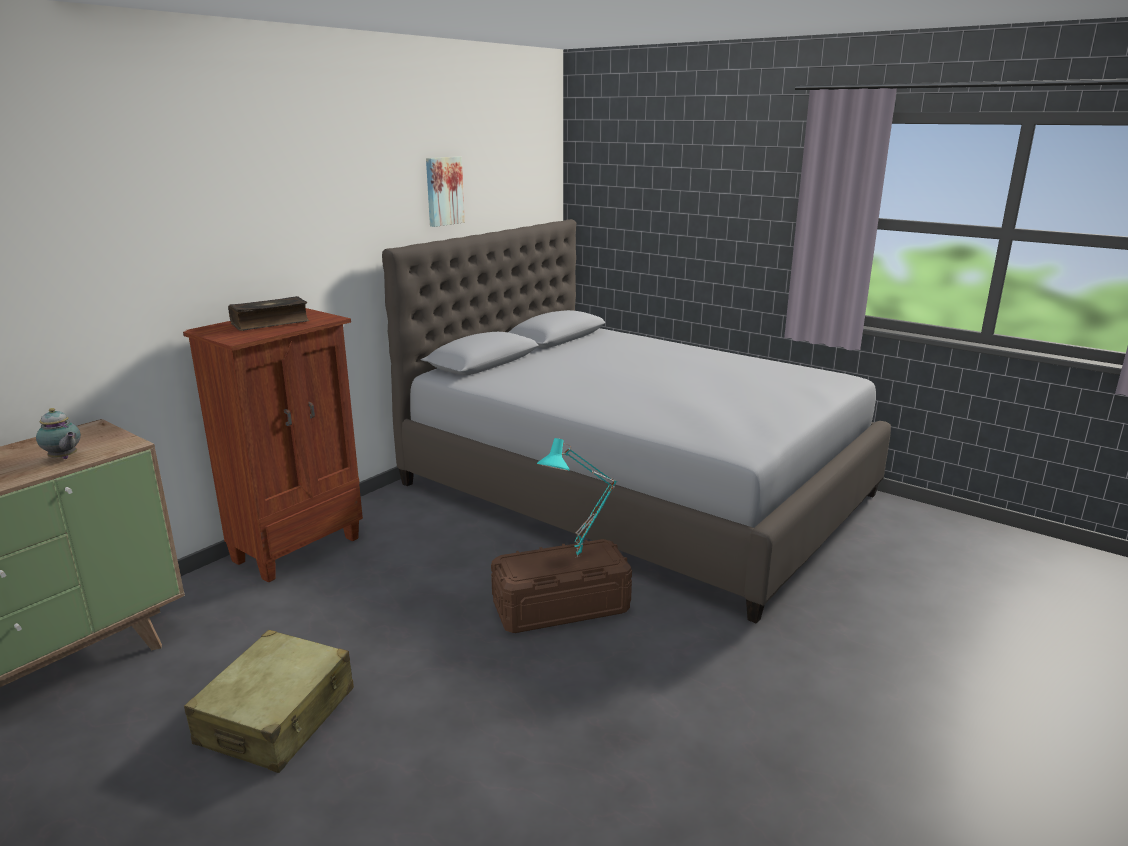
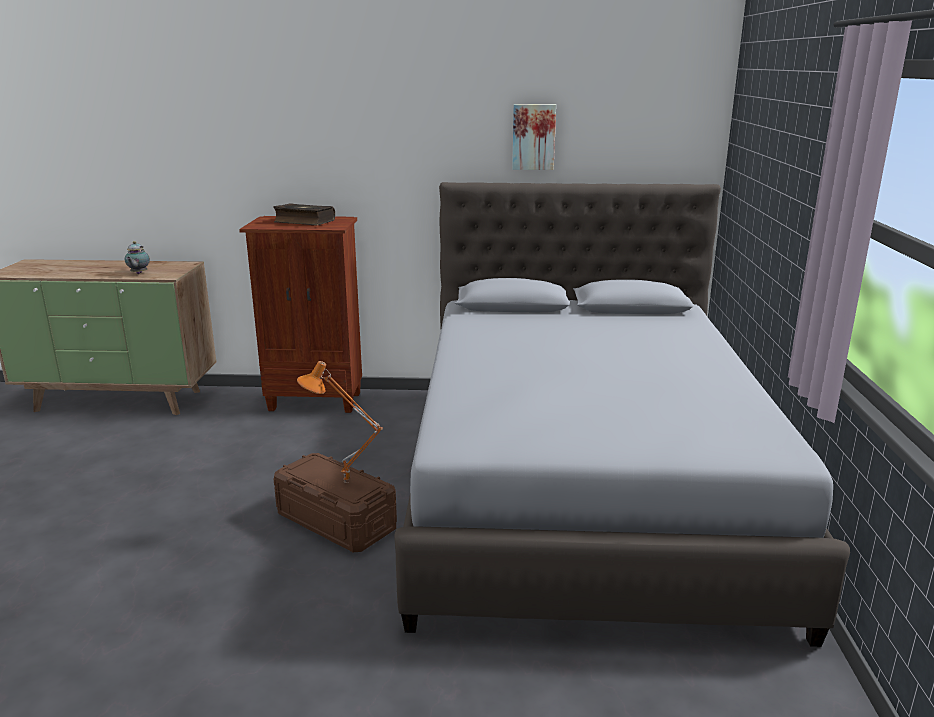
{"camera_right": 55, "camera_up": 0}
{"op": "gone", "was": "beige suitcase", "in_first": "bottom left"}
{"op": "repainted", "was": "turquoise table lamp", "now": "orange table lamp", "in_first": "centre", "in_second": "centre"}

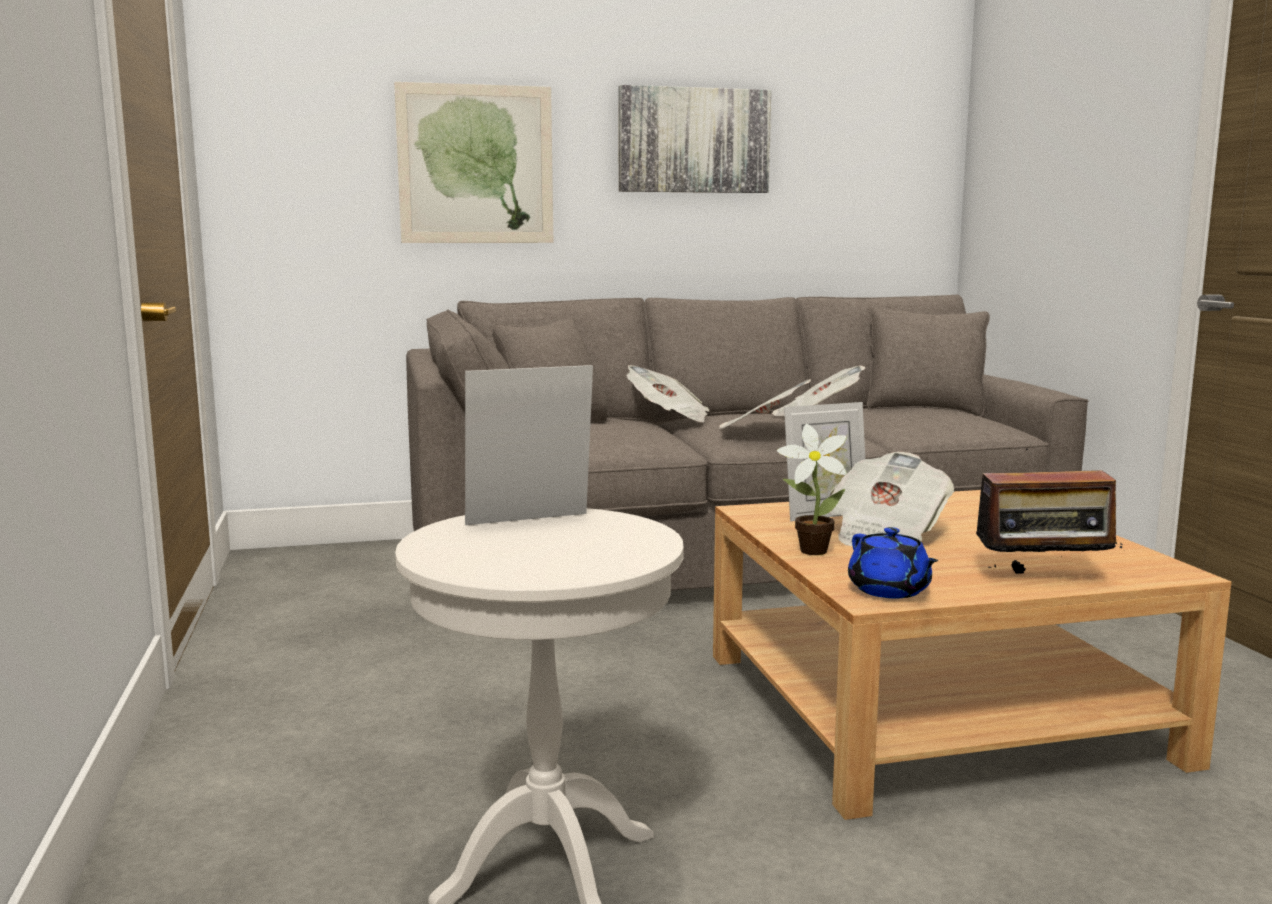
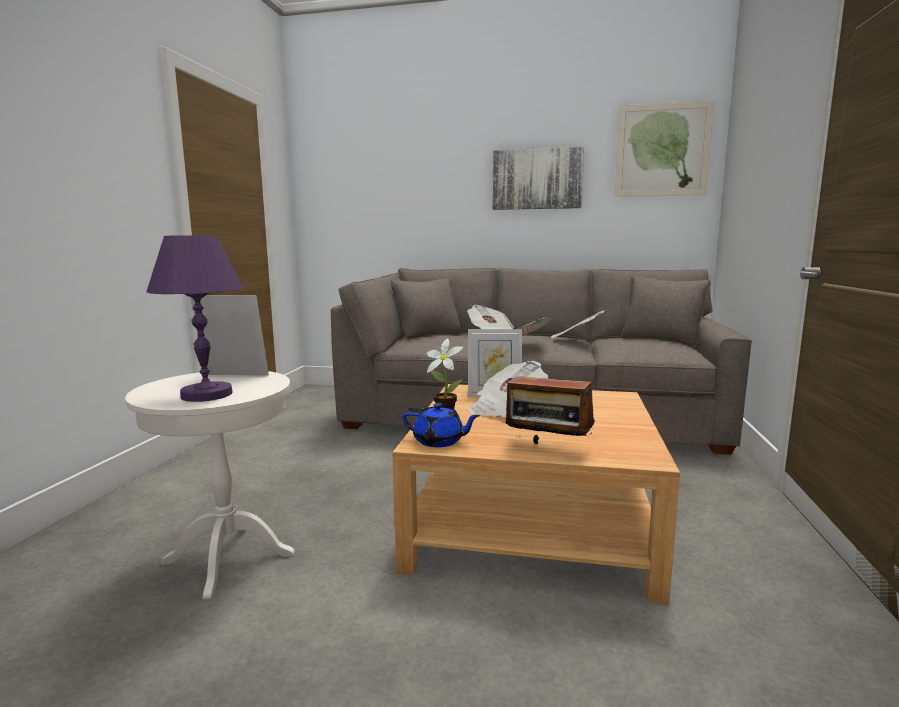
{"camera_right": 25, "camera_up": 0}
{"op": "new", "now": "purple table lamp", "in_second": "middle left"}
{"op": "shifted", "was": "picture (no. 1 from left in the first image)", "now": "picture (no. 2 from left)", "in_first": "top centre", "in_second": "top right"}
{"op": "rotated", "was": "blue teapot", "in_first": "middle right", "in_second": "centre", "clockwise": -75}

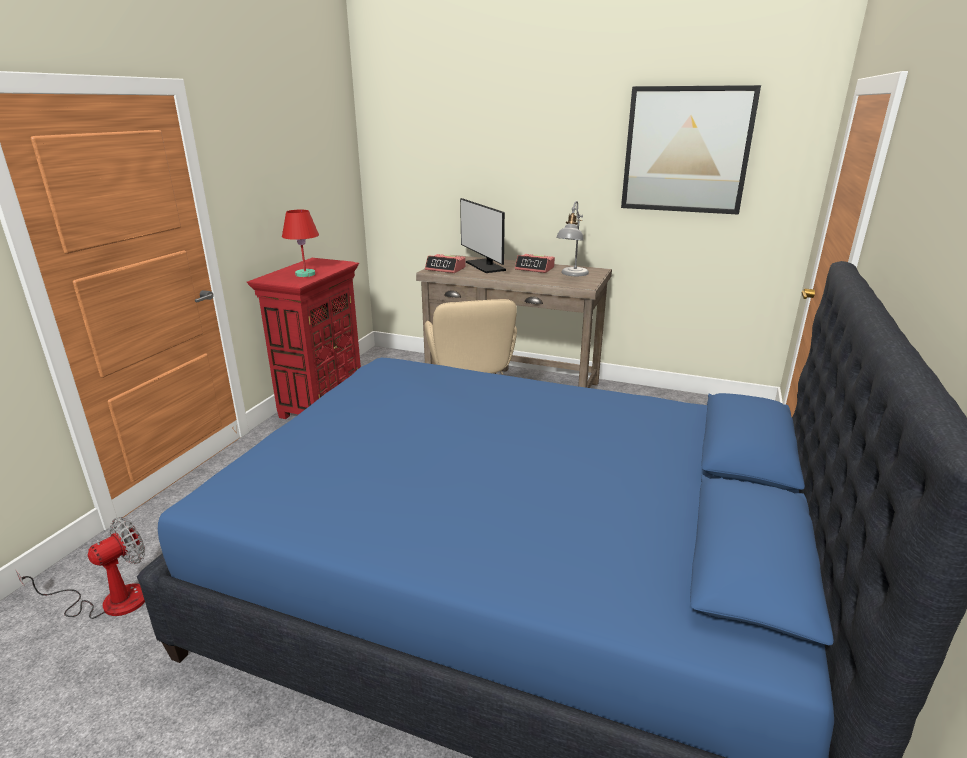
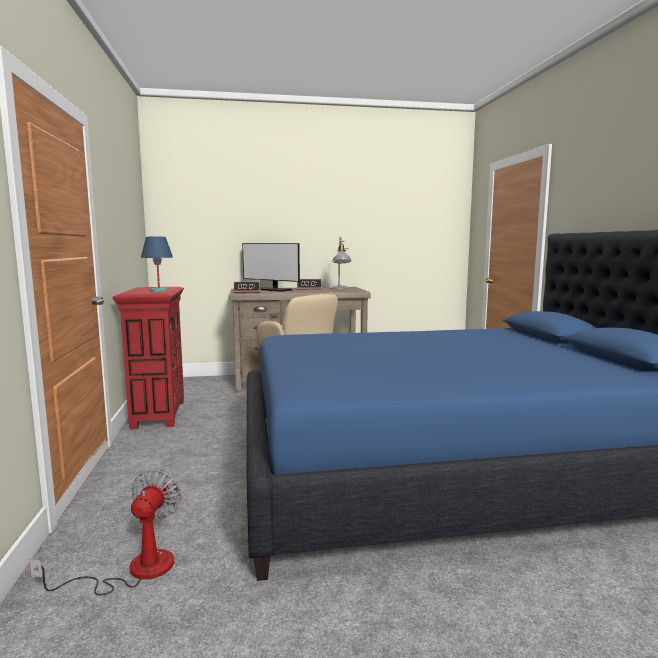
{"camera_right": -30, "camera_up": -15}
{"op": "gone", "was": "picture", "in_first": "top right"}
{"op": "repainted", "was": "red table lamp", "now": "blue table lamp", "in_first": "top left", "in_second": "middle left"}

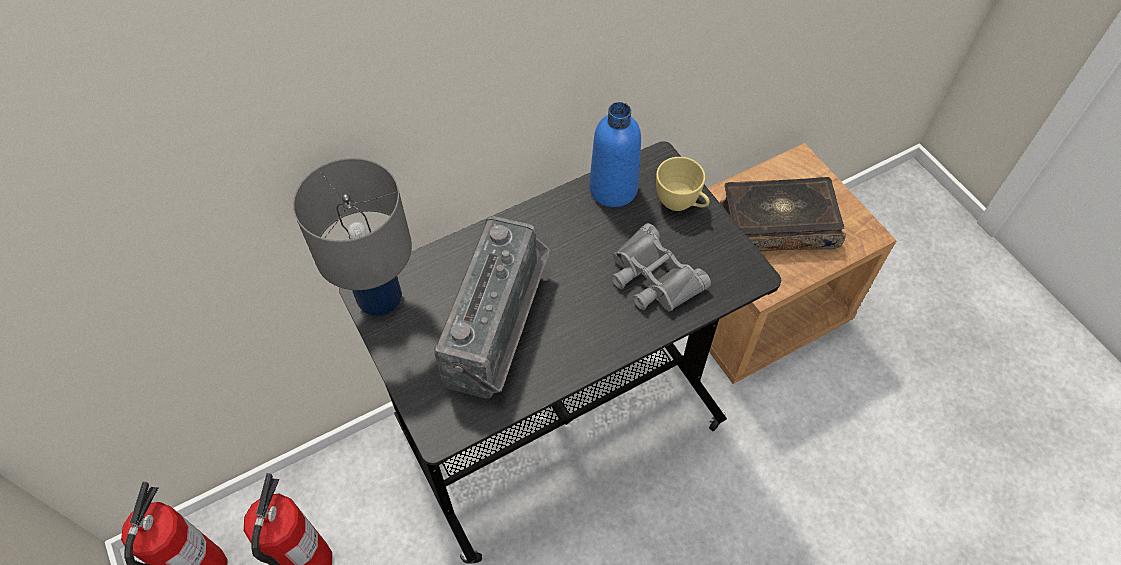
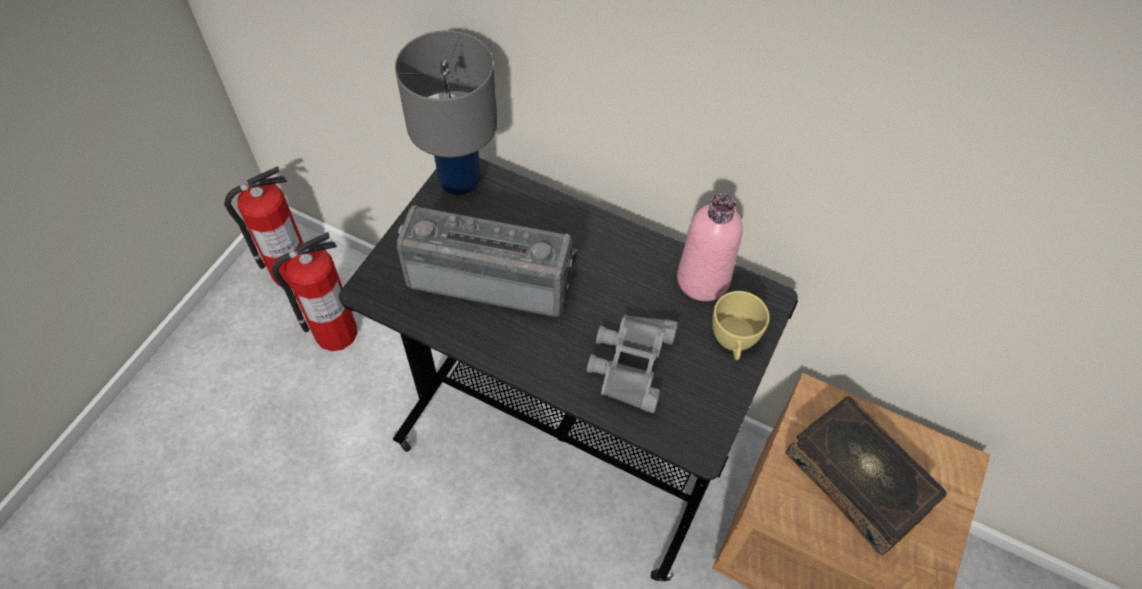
{"camera_right": 55, "camera_up": 0}
{"op": "repainted", "was": "blue bottle", "now": "pink bottle", "in_first": "top centre", "in_second": "centre"}
{"op": "rotated", "was": "radio", "in_first": "centre", "in_second": "centre", "clockwise": -150}

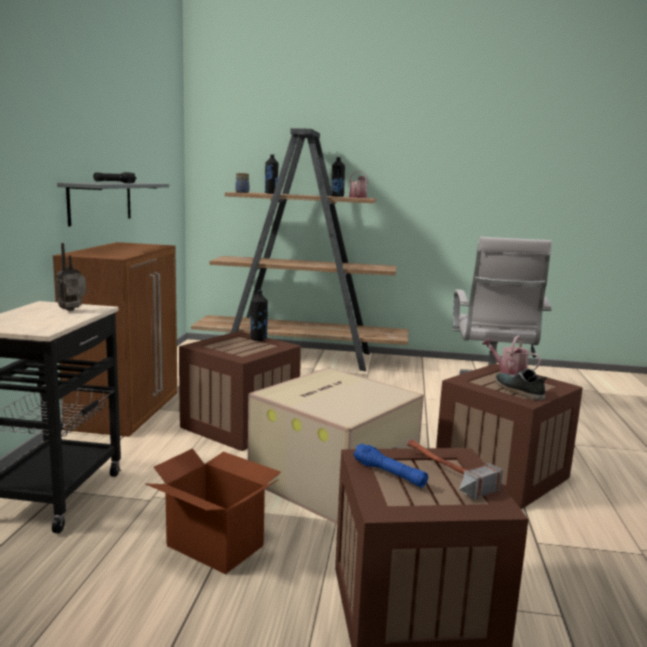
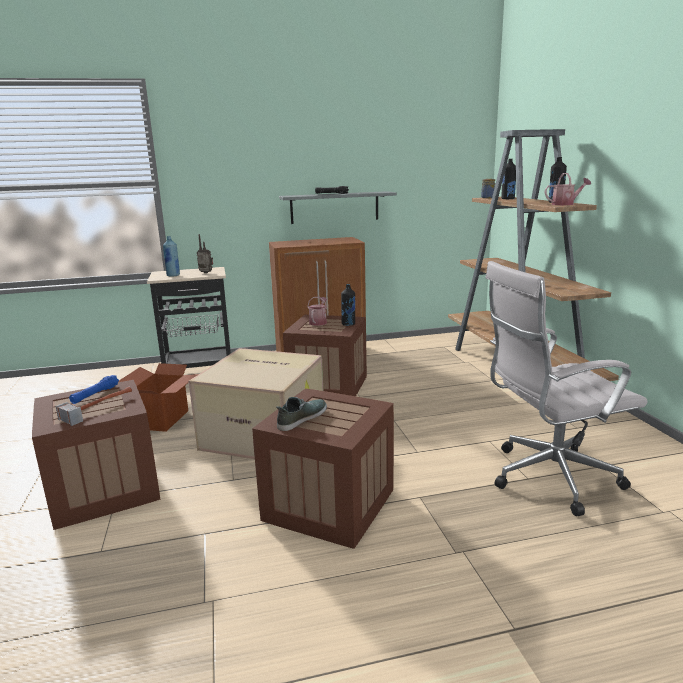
{"camera_right": 70, "camera_up": 5}
{"op": "new", "now": "blue bottle", "in_second": "middle left"}
{"op": "shifted", "was": "watering can (no. 2 from left in the first image)", "now": "watering can (no. 1 from left)", "in_first": "middle right", "in_second": "centre"}

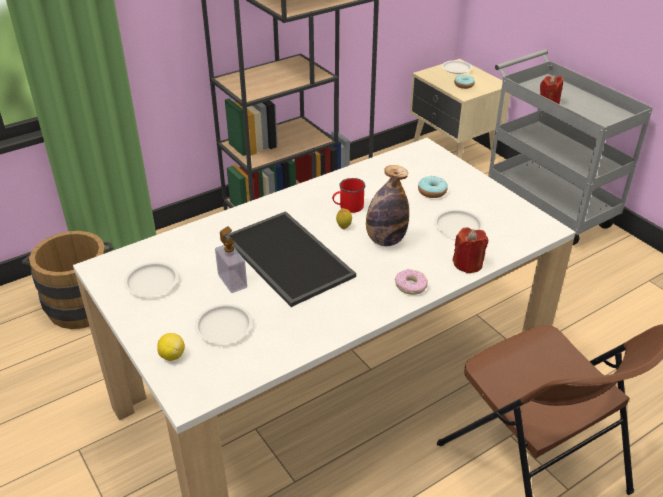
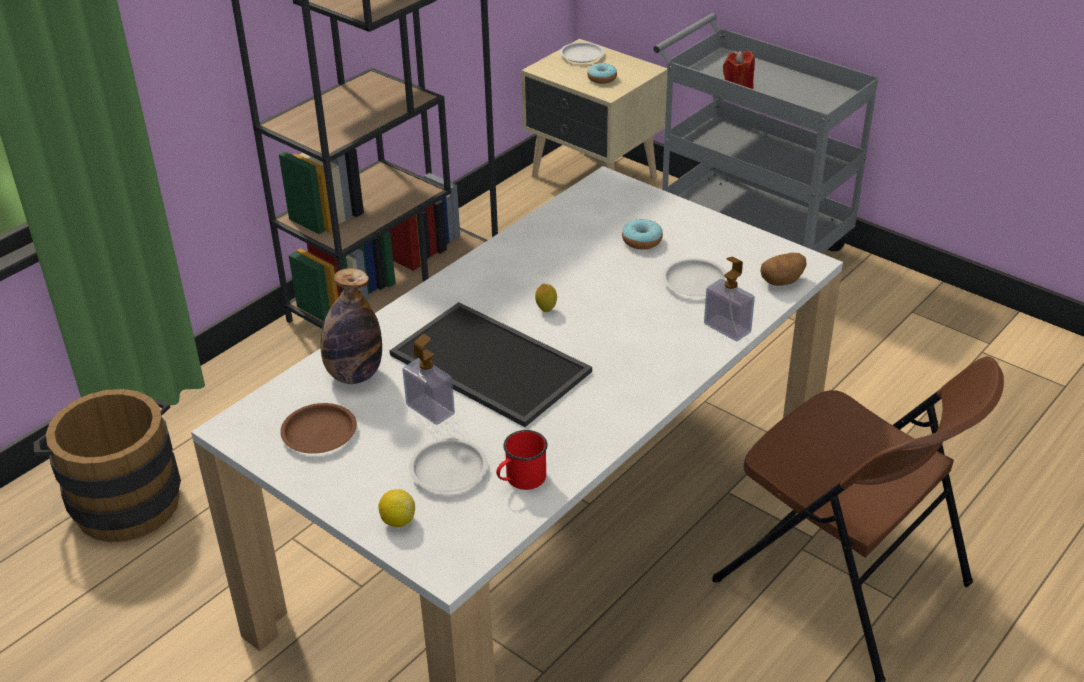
{"camera_right": -15, "camera_up": 0}
{"op": "gone", "was": "donut (no. 1 from left)", "in_first": "centre"}
{"op": "new", "now": "potato", "in_second": "middle right"}
{"op": "shifted", "was": "red mug", "in_first": "centre", "in_second": "bottom centre"}
{"op": "shifted", "was": "bottle", "in_first": "centre", "in_second": "middle left"}
{"op": "swapped", "was": "red candle (no. 1 from left)", "now": "soap dispenser (no. 2 from left)", "in_first": "middle right", "in_second": "middle right"}
{"op": "repainted", "was": "white plate (no. 1 from left)", "now": "brown plate", "in_first": "middle left", "in_second": "middle left"}

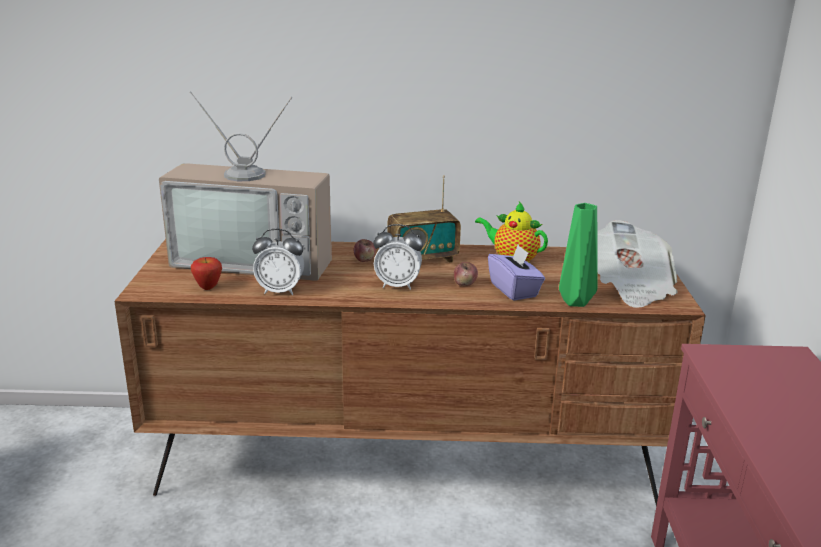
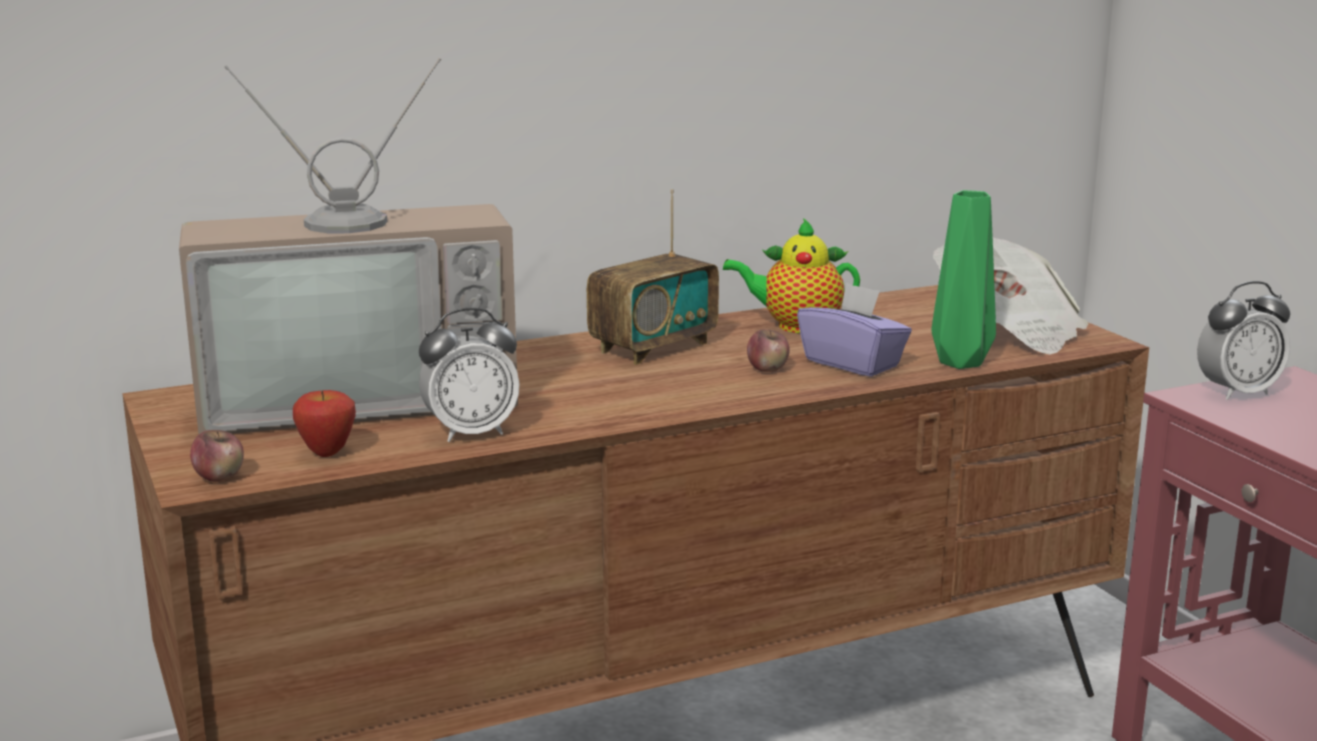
{"camera_right": -25, "camera_up": -5}
{"op": "shifted", "was": "apple (no. 2 from left in the first image)", "now": "apple (no. 1 from left)", "in_first": "centre", "in_second": "middle left"}
{"op": "shifted", "was": "alarm clock (no. 2 from left)", "in_first": "centre", "in_second": "middle right"}

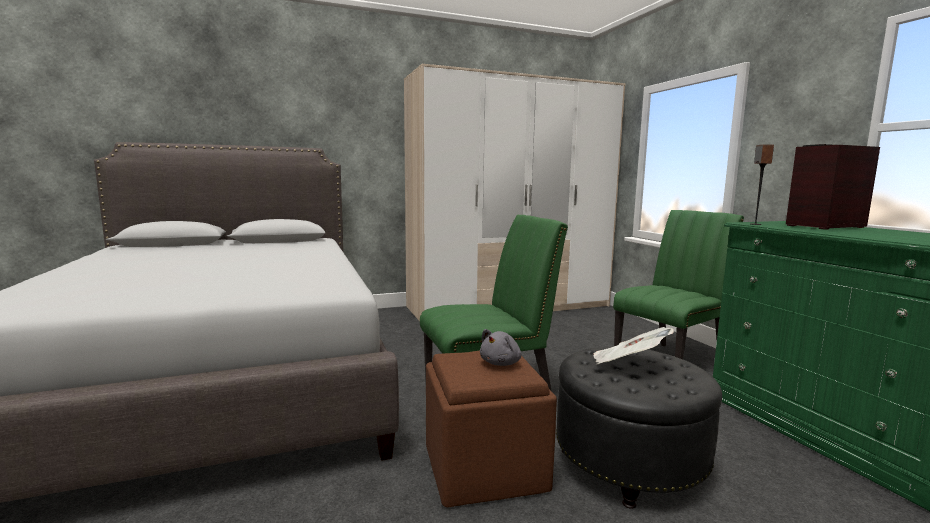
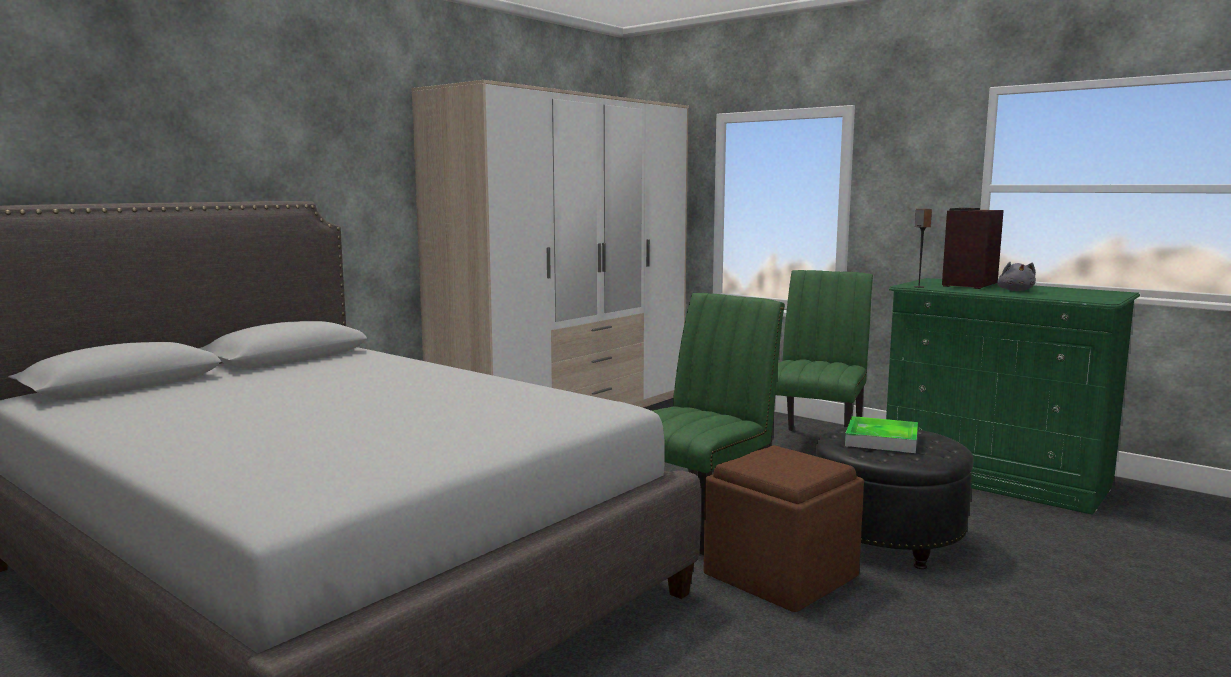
{"camera_right": -30, "camera_up": 0}
{"op": "shifted", "was": "grey plush toy", "in_first": "centre", "in_second": "middle right"}
{"op": "swapped", "was": "newspaper", "now": "tray", "in_first": "middle right", "in_second": "middle right"}

